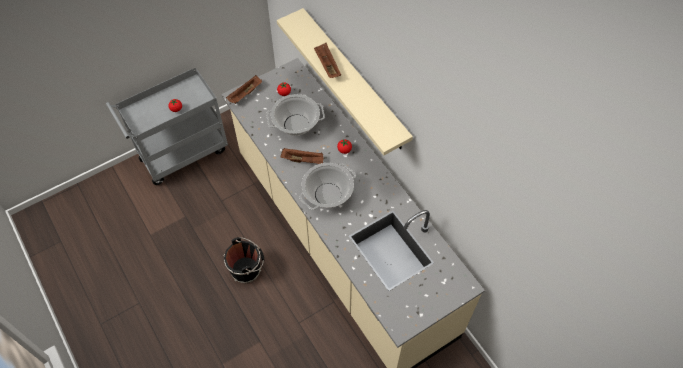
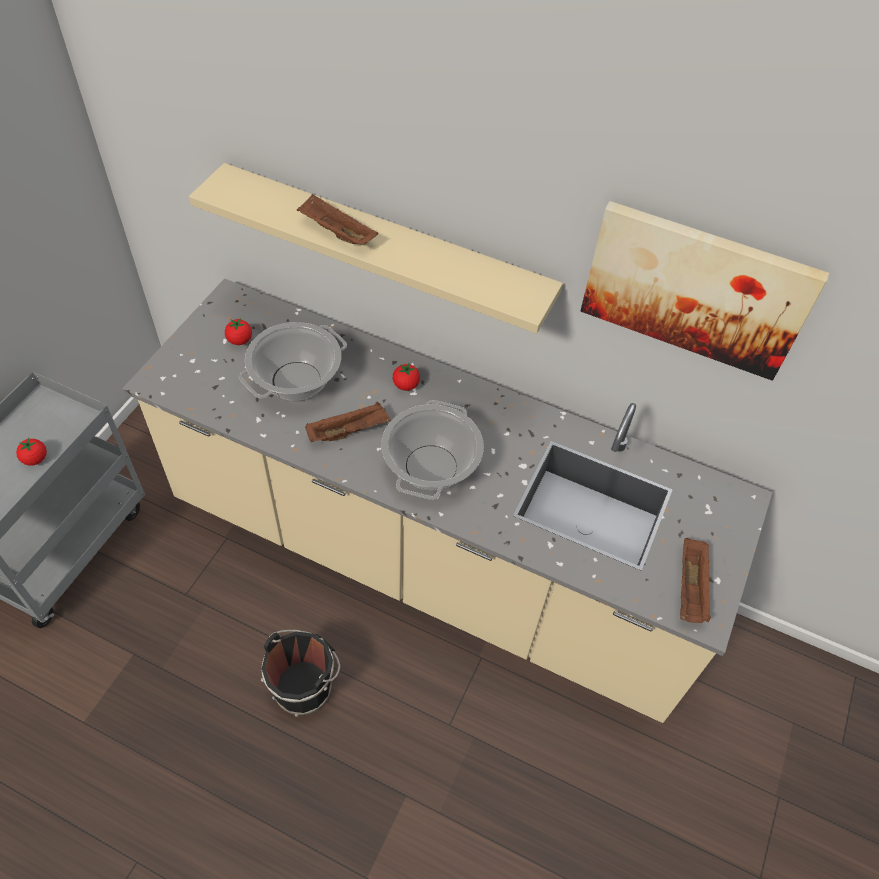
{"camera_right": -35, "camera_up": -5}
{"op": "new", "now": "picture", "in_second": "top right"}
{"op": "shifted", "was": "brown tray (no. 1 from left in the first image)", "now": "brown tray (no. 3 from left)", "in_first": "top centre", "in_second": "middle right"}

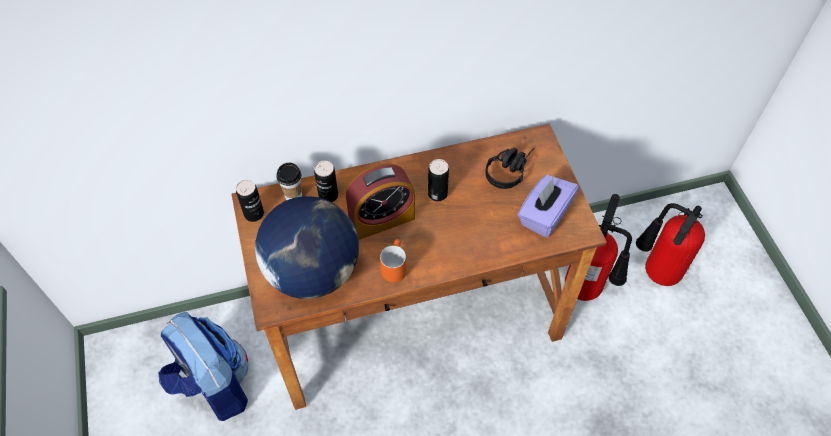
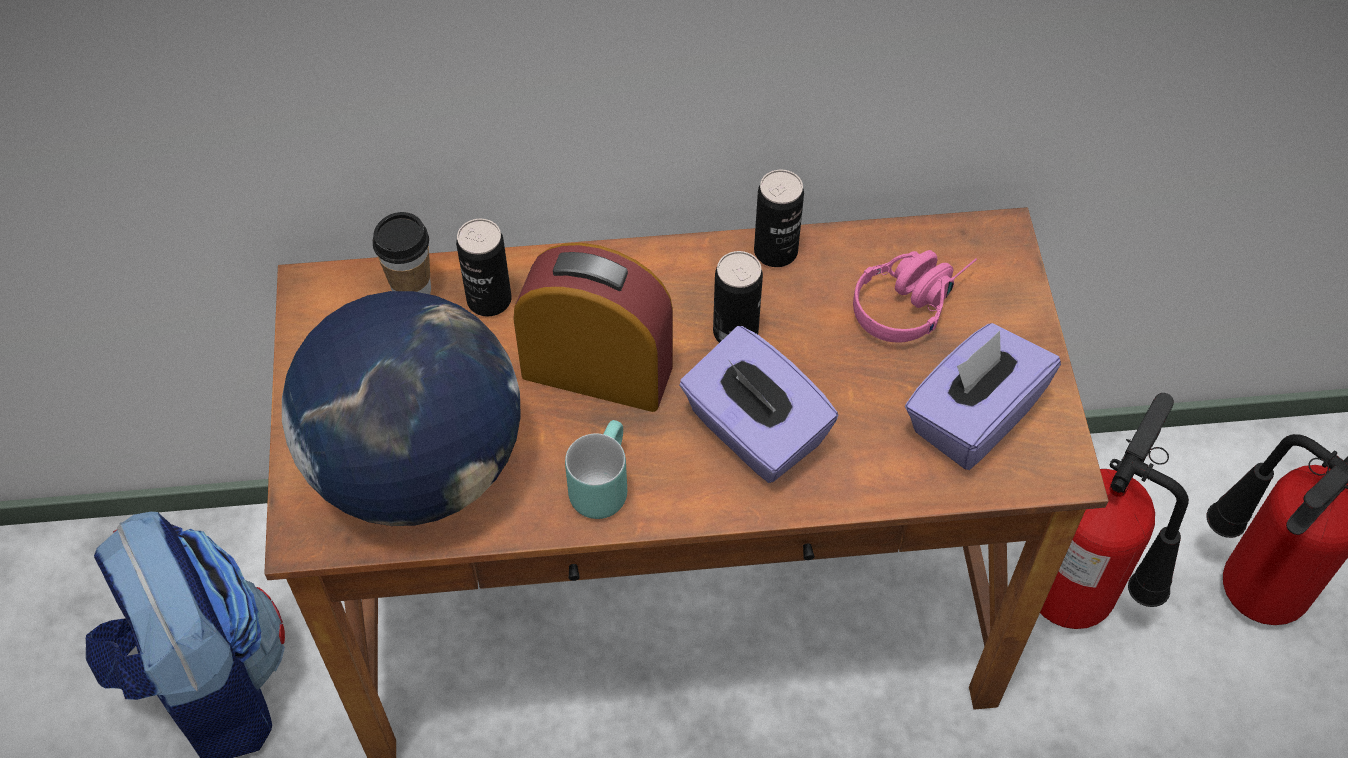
{"camera_right": 10, "camera_up": 0}
{"op": "new", "now": "purple tissue box (no. 1 from left)", "in_second": "centre"}
{"op": "shifted", "was": "can (no. 1 from left in the first image)", "now": "can (no. 3 from left)", "in_first": "middle left", "in_second": "top centre"}
{"op": "repainted", "was": "orange mug", "now": "turquoise mug", "in_first": "centre", "in_second": "centre"}
{"op": "repainted", "was": "black headphones", "now": "pink headphones", "in_first": "centre", "in_second": "middle right"}
{"op": "rotated", "was": "alarm clock", "in_first": "centre", "in_second": "centre", "clockwise": -150}

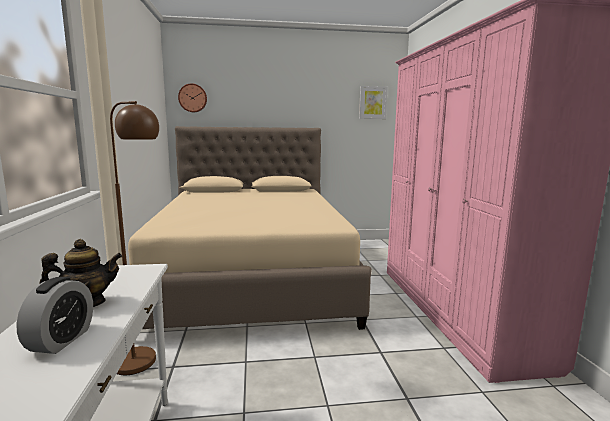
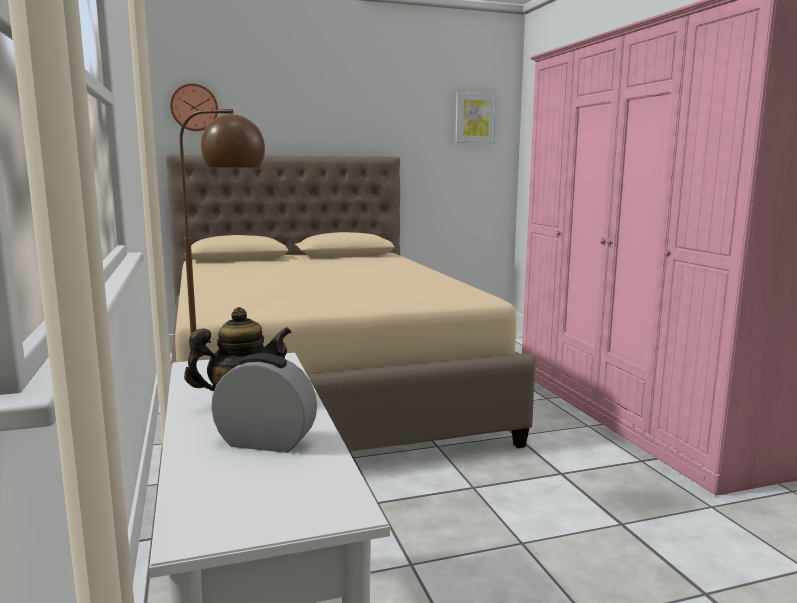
{"camera_right": -10, "camera_up": 0}
{"op": "rotated", "was": "alarm clock", "in_first": "bottom left", "in_second": "bottom left", "clockwise": -75}

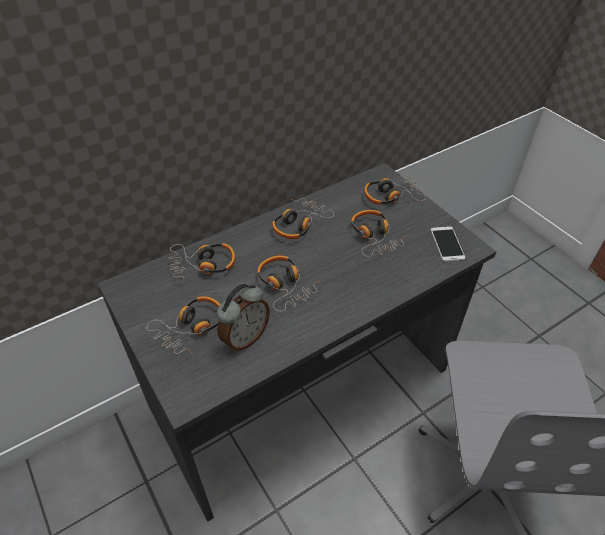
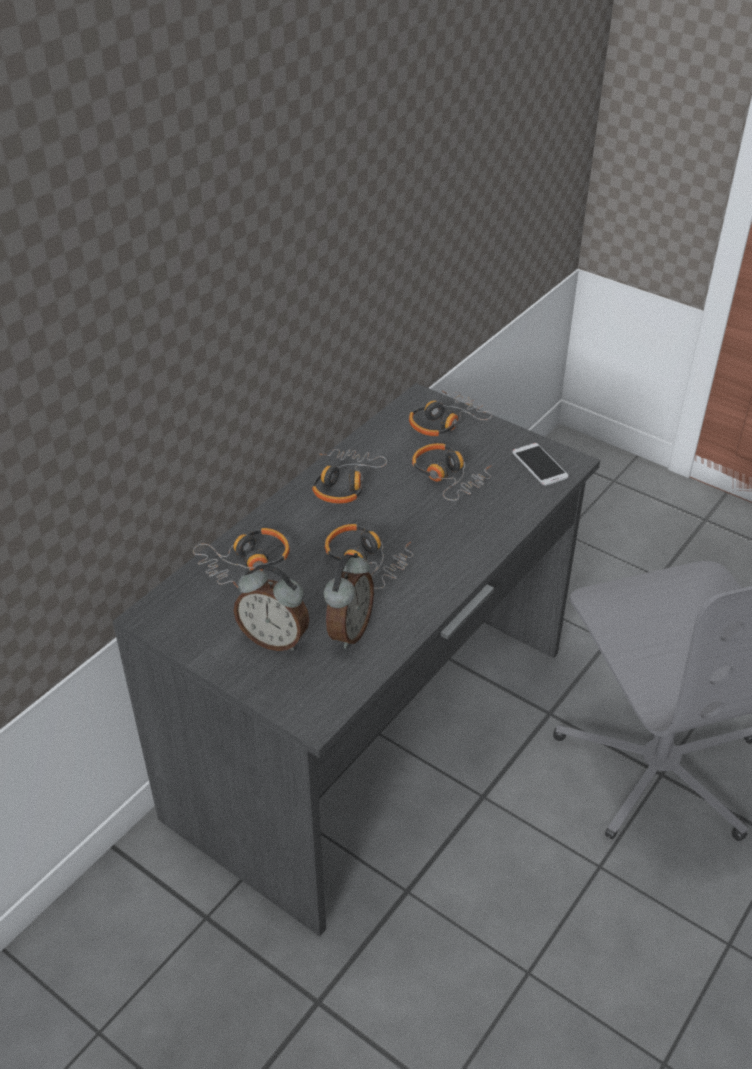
{"camera_right": -20, "camera_up": -5}
{"op": "swapped", "was": "headphones (no. 1 from left)", "now": "alarm clock (no. 1 from left)", "in_first": "middle left", "in_second": "centre"}

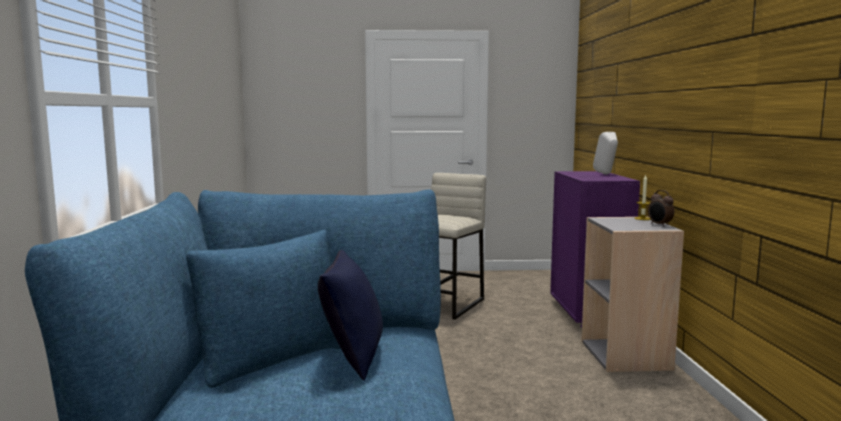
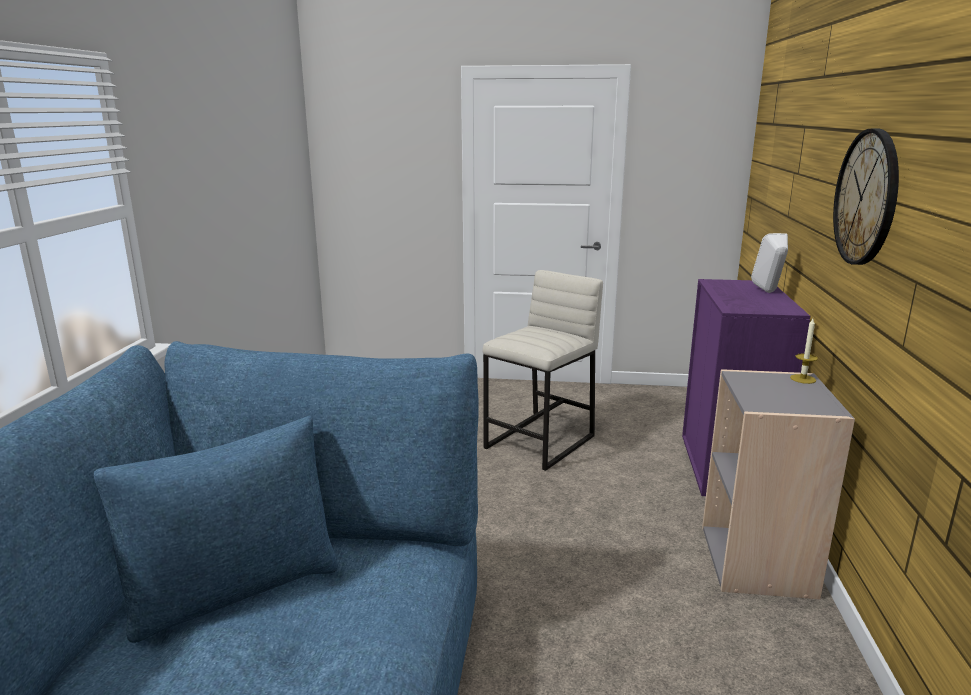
{"camera_right": 10, "camera_up": 10}
{"op": "gone", "was": "blue pillow", "in_first": "bottom centre"}
{"op": "gone", "was": "alarm clock", "in_first": "middle right"}
{"op": "new", "now": "wall clock", "in_second": "top right"}

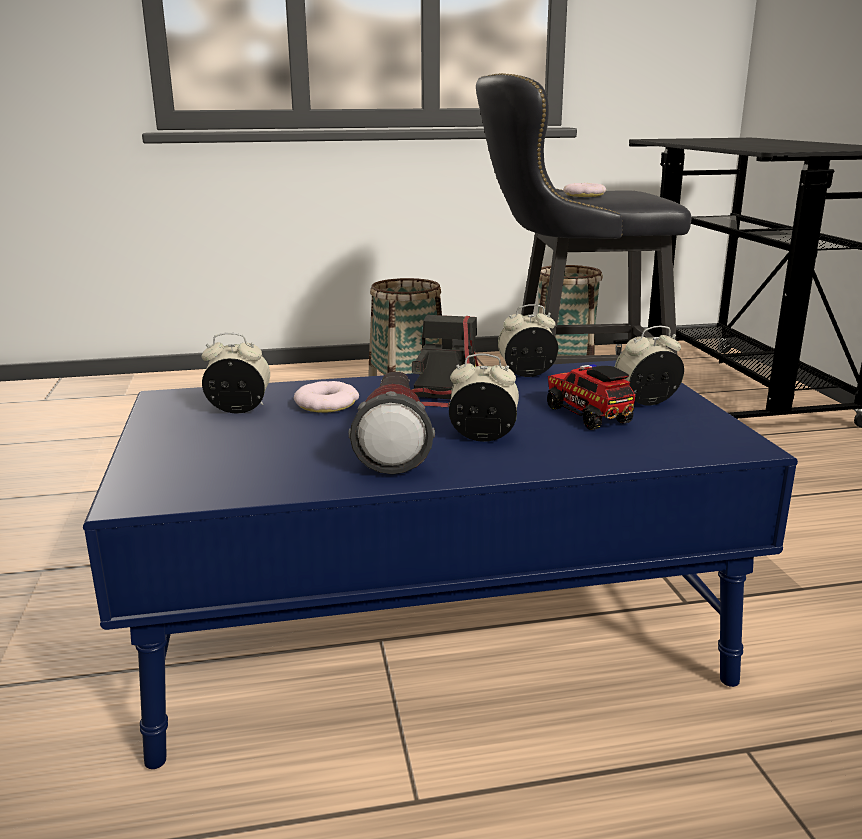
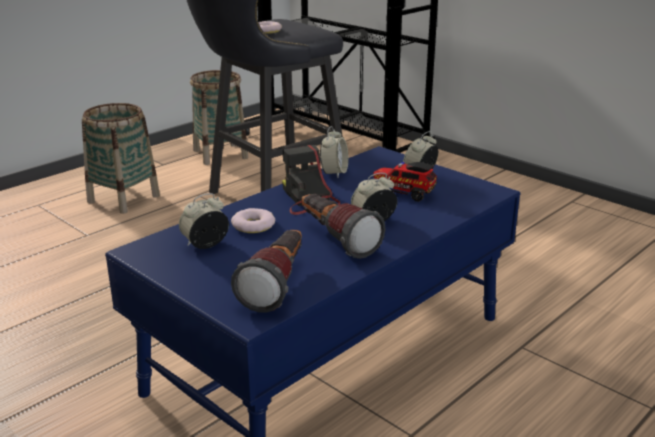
{"camera_right": -35, "camera_up": 5}
{"op": "new", "now": "flashlight (no. 1 from left)", "in_second": "centre"}
{"op": "rotated", "was": "alarm clock (no. 3 from left in the first image)", "in_first": "centre", "in_second": "centre", "clockwise": 150}

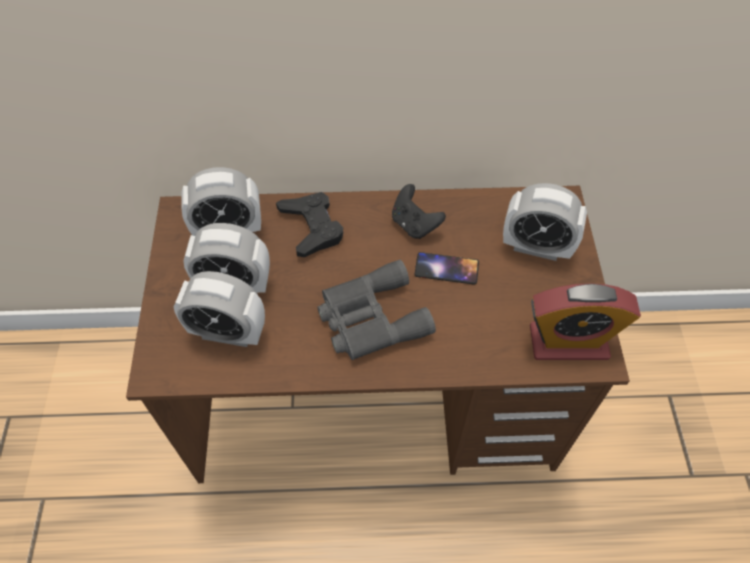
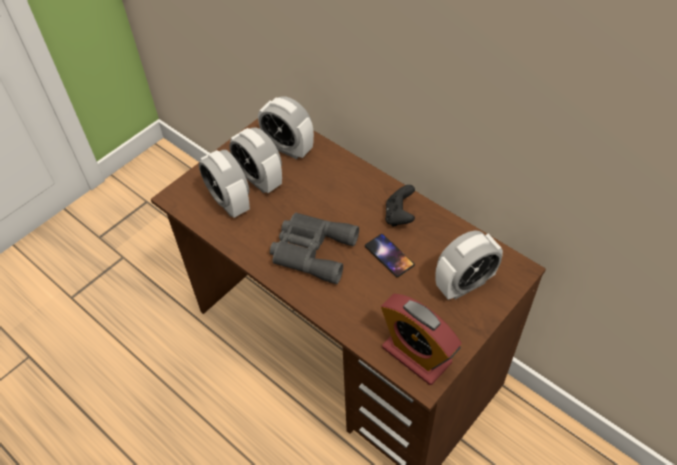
{"camera_right": 45, "camera_up": -5}
{"op": "gone", "was": "black game controller (no. 1 from left)", "in_first": "centre"}
{"op": "rotated", "was": "alarm clock (no. 4 from left in the first image)", "in_first": "middle right", "in_second": "middle right", "clockwise": -90}

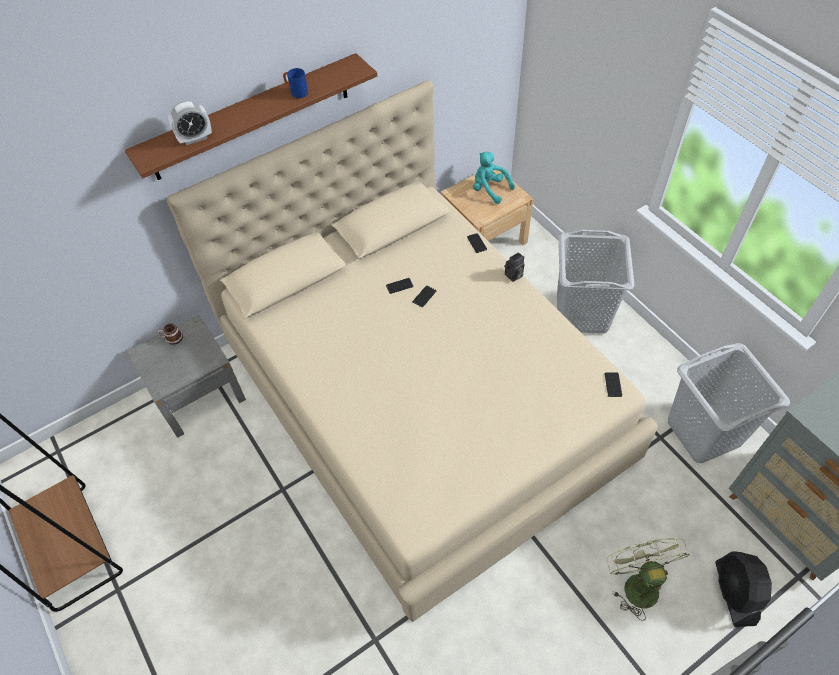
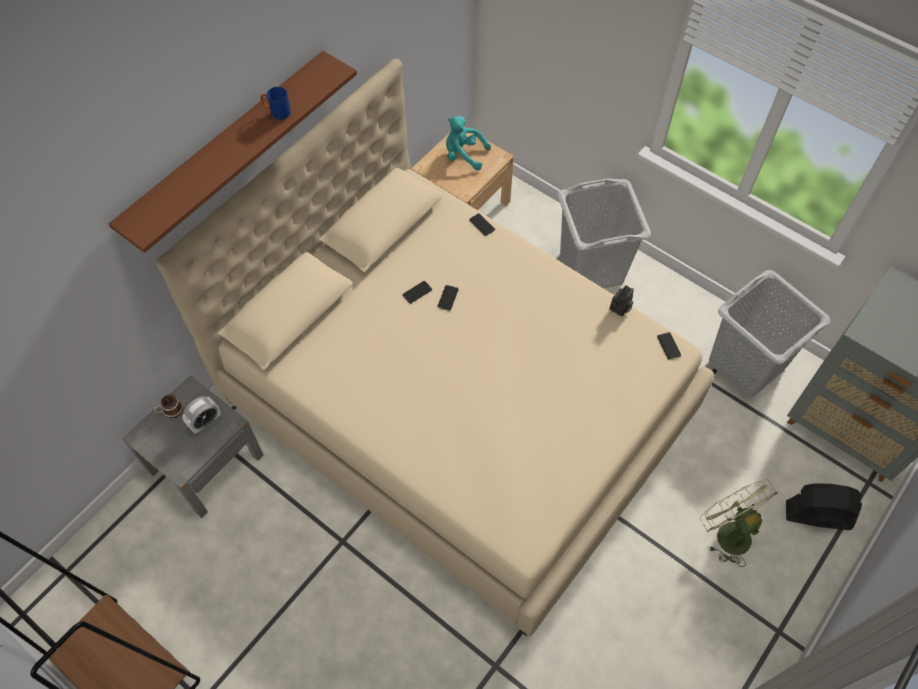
{"camera_right": -20, "camera_up": 5}
{"op": "shifted", "was": "alarm clock", "in_first": "top left", "in_second": "middle left"}
{"op": "shifted", "was": "photo camera", "in_first": "centre", "in_second": "middle right"}
{"op": "rotated", "was": "black fan", "in_first": "bottom right", "in_second": "bottom right", "clockwise": 120}

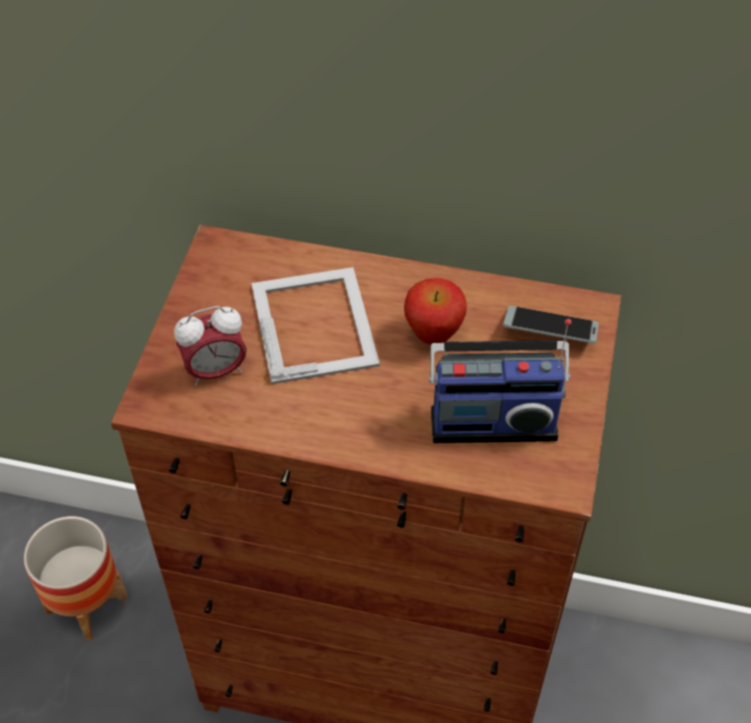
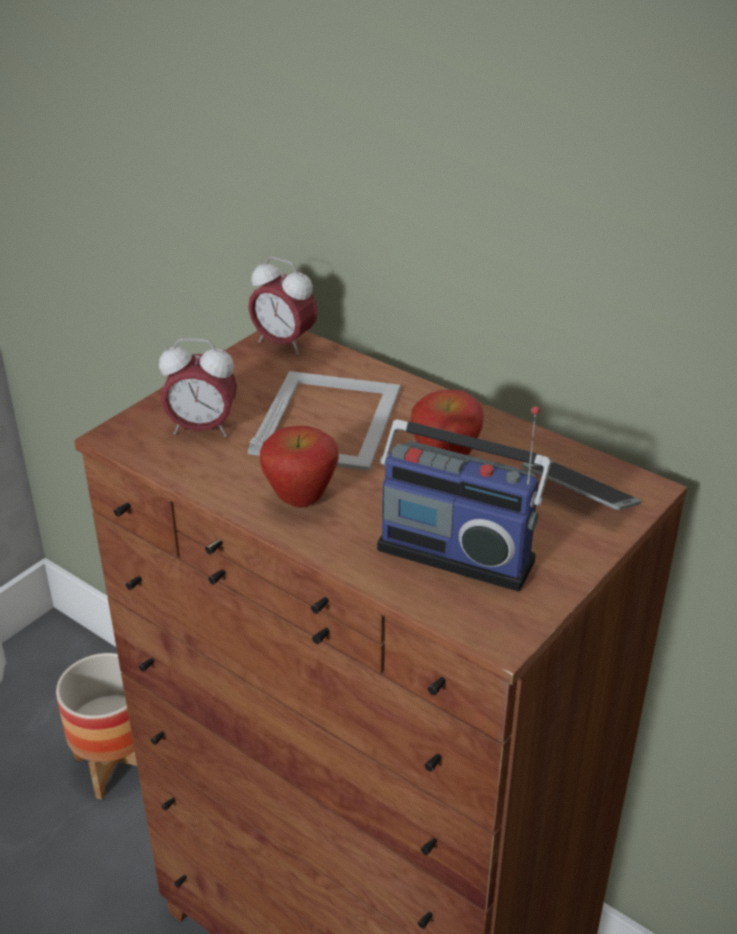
{"camera_right": 25, "camera_up": -15}
{"op": "new", "now": "alarm clock (no. 2 from left)", "in_second": "top centre"}
{"op": "new", "now": "apple (no. 1 from left)", "in_second": "centre"}

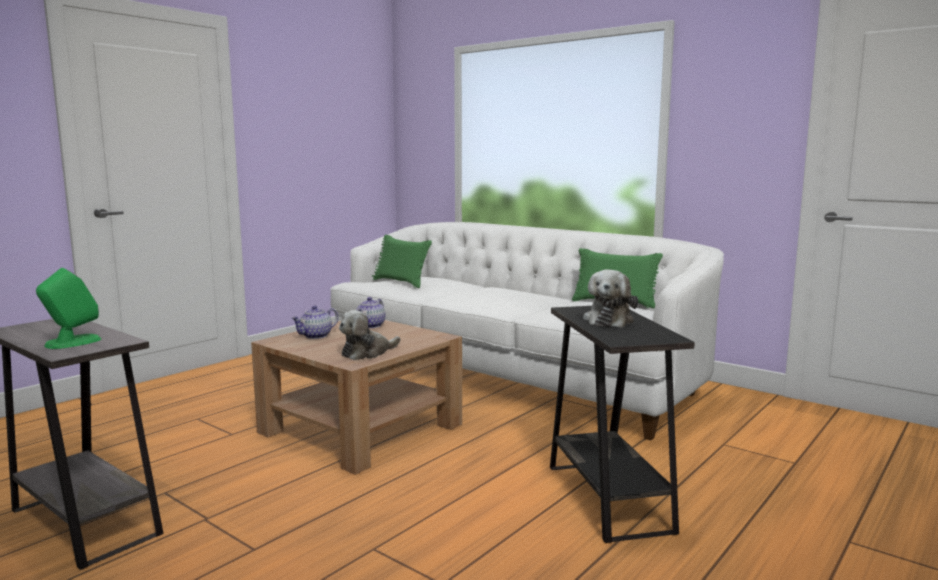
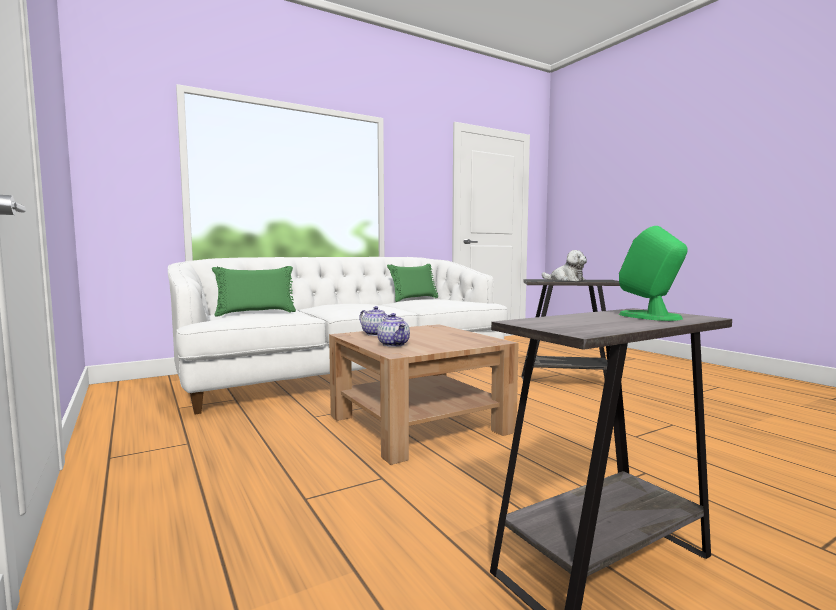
{"camera_right": -70, "camera_up": -5}
{"op": "gone", "was": "plush toy (no. 1 from left)", "in_first": "centre"}

